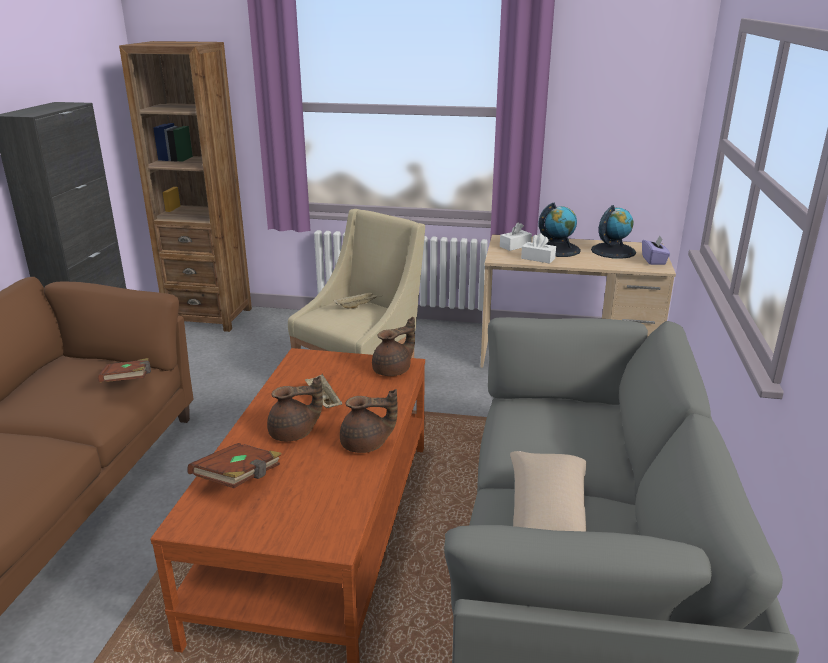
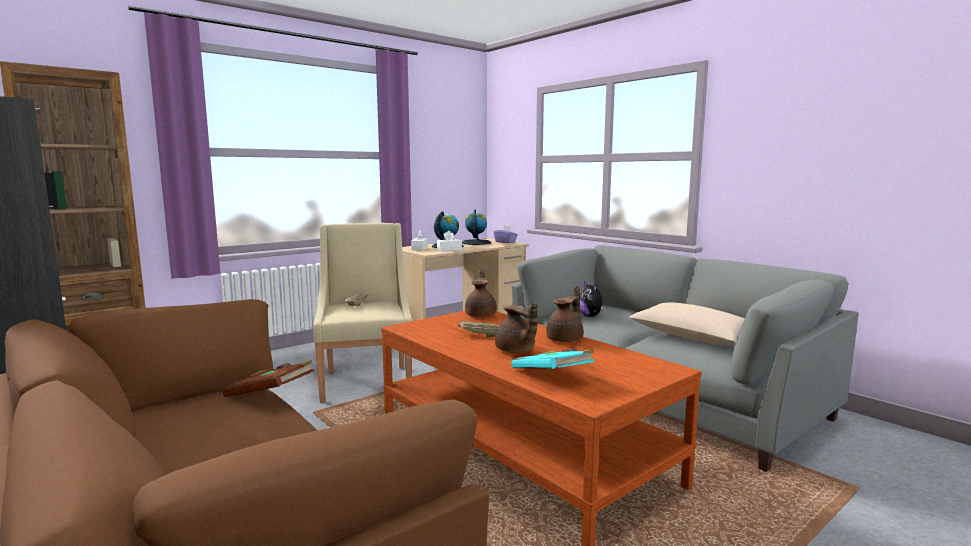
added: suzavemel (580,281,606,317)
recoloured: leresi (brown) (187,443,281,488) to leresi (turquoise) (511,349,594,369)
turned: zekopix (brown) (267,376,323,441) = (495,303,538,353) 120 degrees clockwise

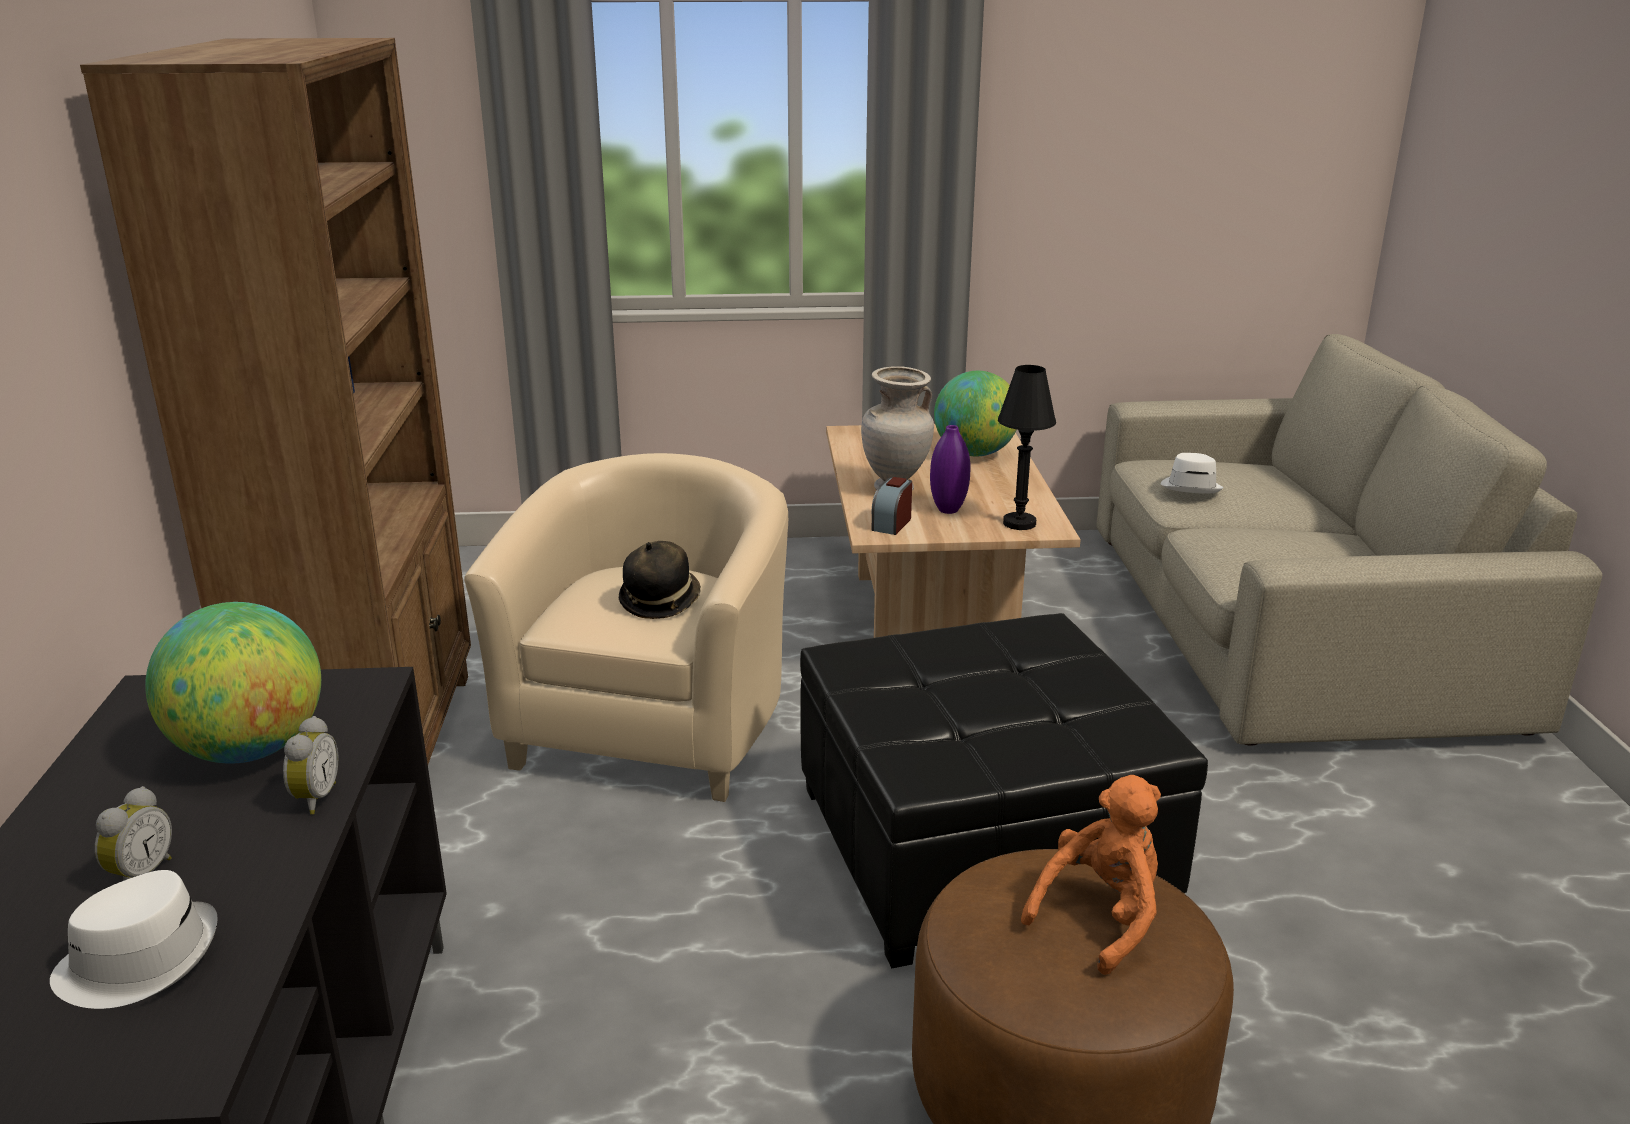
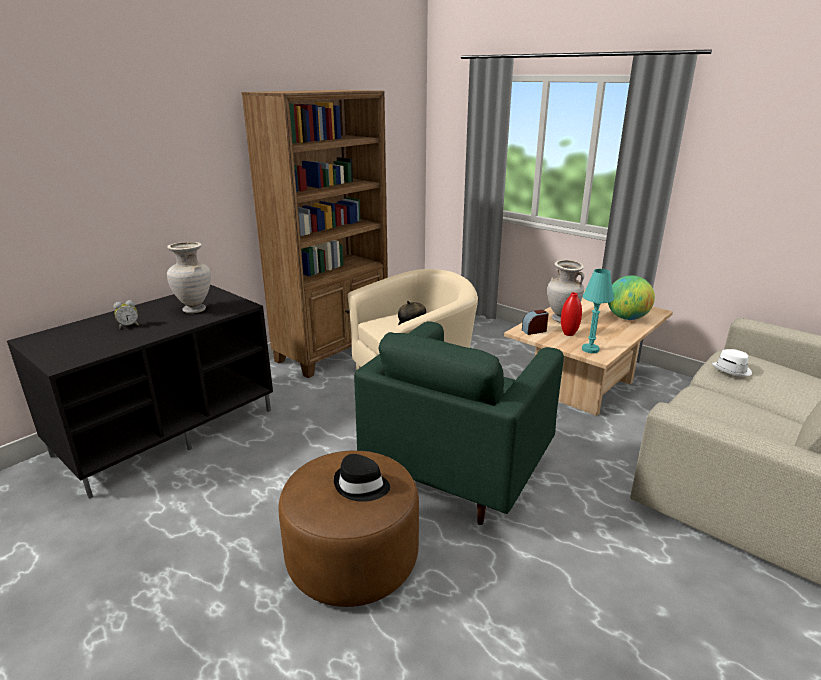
removed: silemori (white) (50,870,218,1009); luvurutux (283,716,339,815)
replaced: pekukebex (145,602,321,764) to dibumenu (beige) (167,242,211,313); suzavemel (orange) (1021,775,1161,975) to silemori (black) (334,454,390,502); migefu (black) (800,613,1208,968) to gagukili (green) (354,321,564,525)
recoloured: dibumenu (purple) (930,425,970,514) to dibumenu (red) (561,292,582,336); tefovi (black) (998,365,1056,530) to tefovi (turquoise) (582,269,614,353)

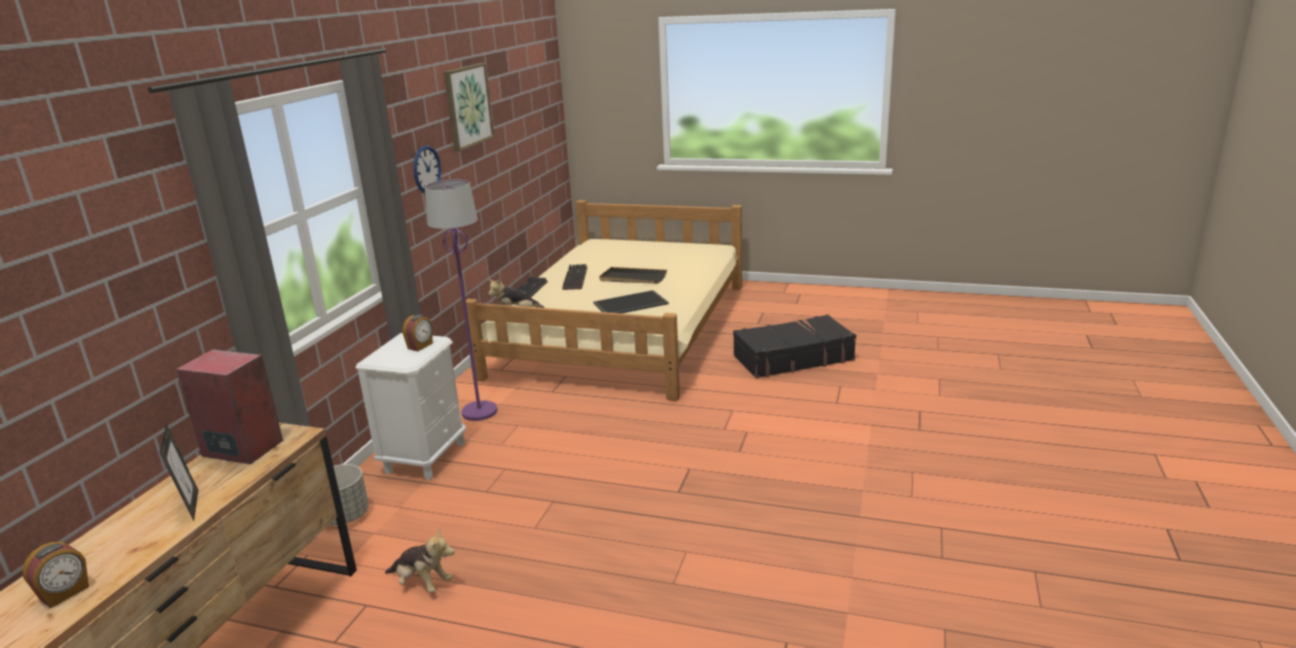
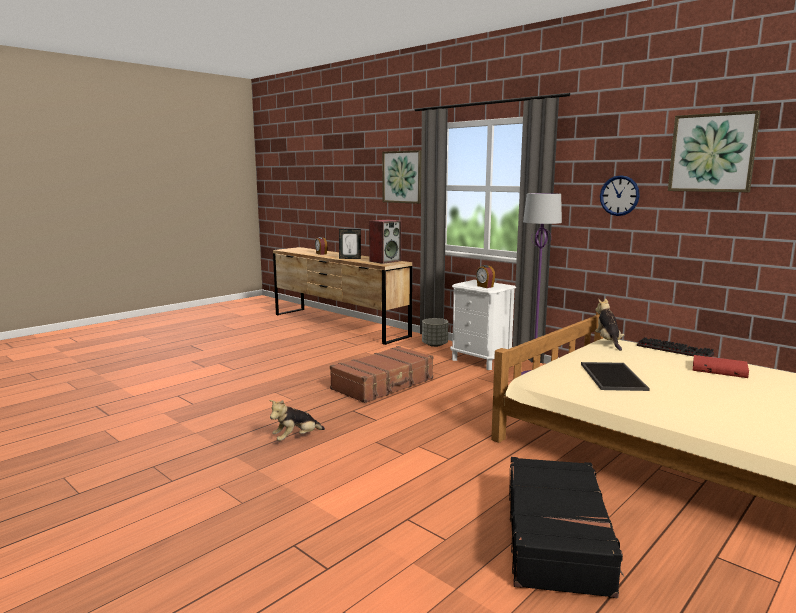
removed: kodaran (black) (599,267,667,284)
added: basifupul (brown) (330,346,433,403); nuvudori (382,150,421,204)
moved: suzavemel (385,528,454,593) to (269,400,325,441)
replaced: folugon (562,264,587,290) to leresi (red) (693,355,749,378)

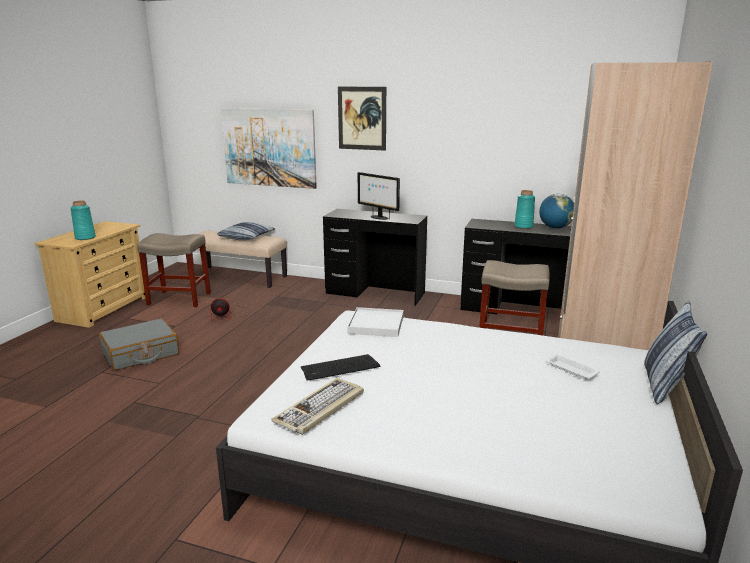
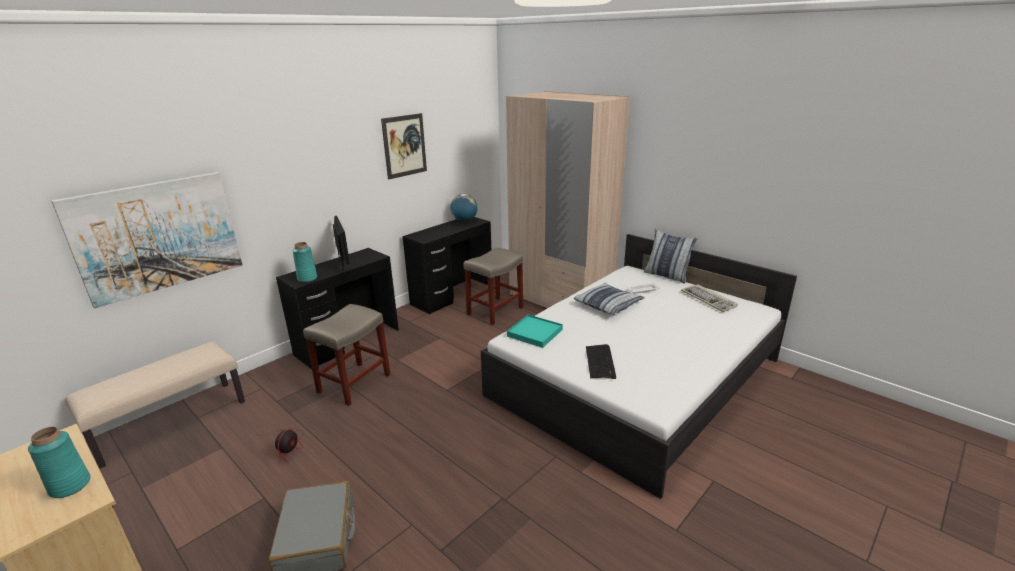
moved: dibumenu (turquoise) (514,190,535,229) to (292,242,317,282); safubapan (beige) (137,233,211,307) to (303,304,391,406); nuvudori (338,86,386,151) to (381,113,427,180); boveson (217,222,275,240) to (574,283,645,316); folugon (271,378,364,435) to (681,284,738,312)
recoloured: kodaran (white) (348,307,404,337) to kodaran (turquoise) (507,314,563,348)
turned: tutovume (358,172,400,220) = (333,216,351,270) 90 degrees counterclockwise

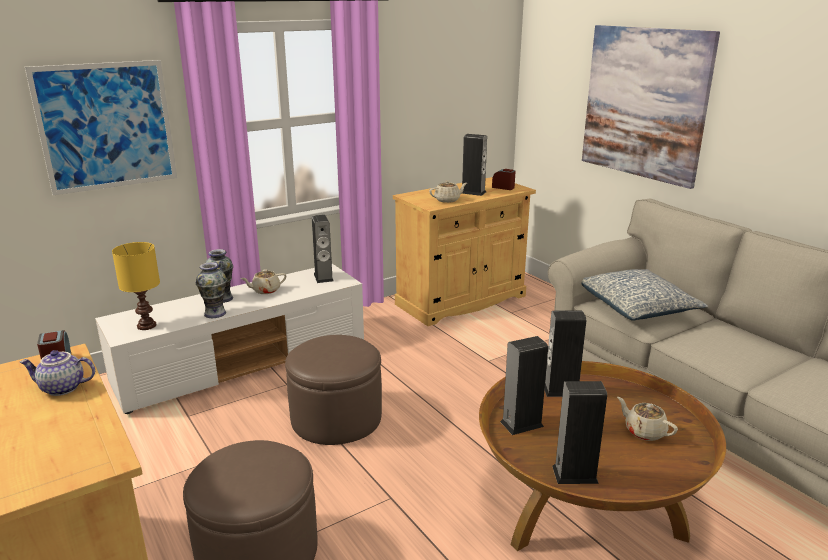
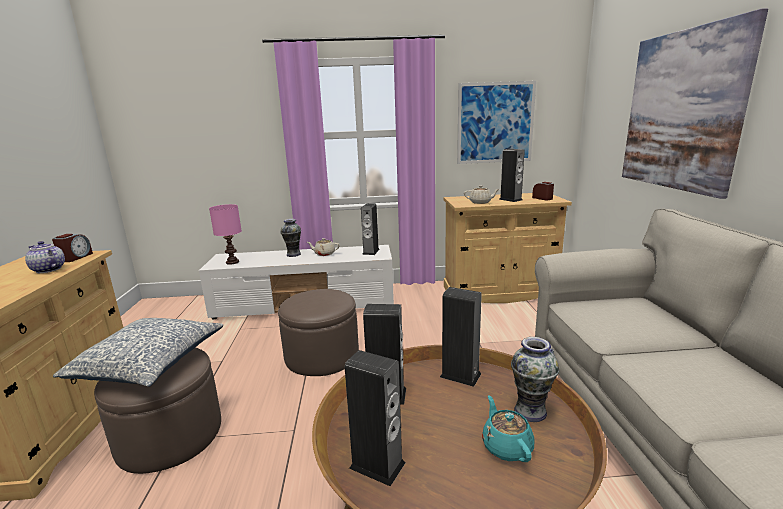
moved: boveson (581,269,708,321) to (53,318,223,387); nuvudori (25,60,177,195) to (457,81,536,164); dibumenu (196,262,227,318) to (511,337,559,422)
recoloured: tefovi (yellow) (112,242,160,330) to tefovi (pink) (209,204,242,265); zekopix (beige) (617,397,678,441) to zekopix (turquoise) (482,395,534,462)

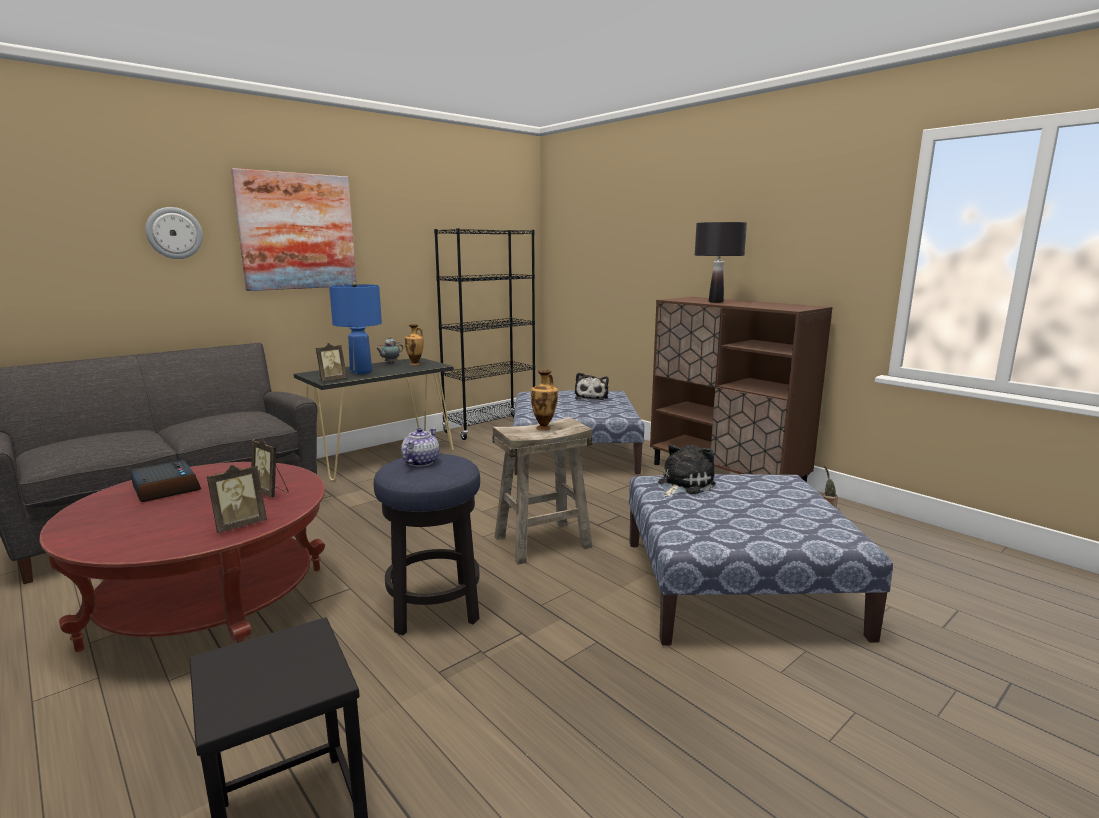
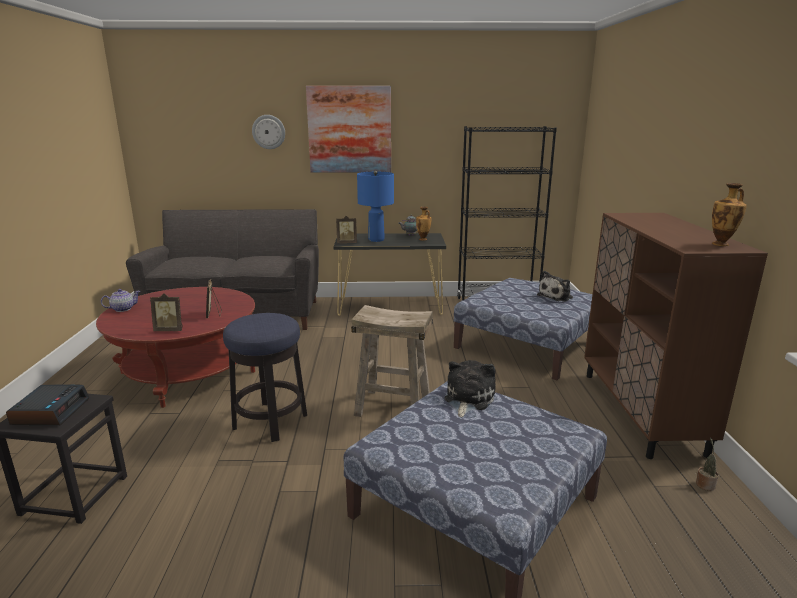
removed: tefovi (black) (695,222,747,303)
moved: luvurutux (130,460,201,502) to (6,384,90,425); zekopix (401,428,439,466) to (101,289,140,312); dibumenu (531,369,558,430) to (712,183,747,246)
turned: suzavemel (658,444,716,497) = (445,360,496,417) 60 degrees counterclockwise

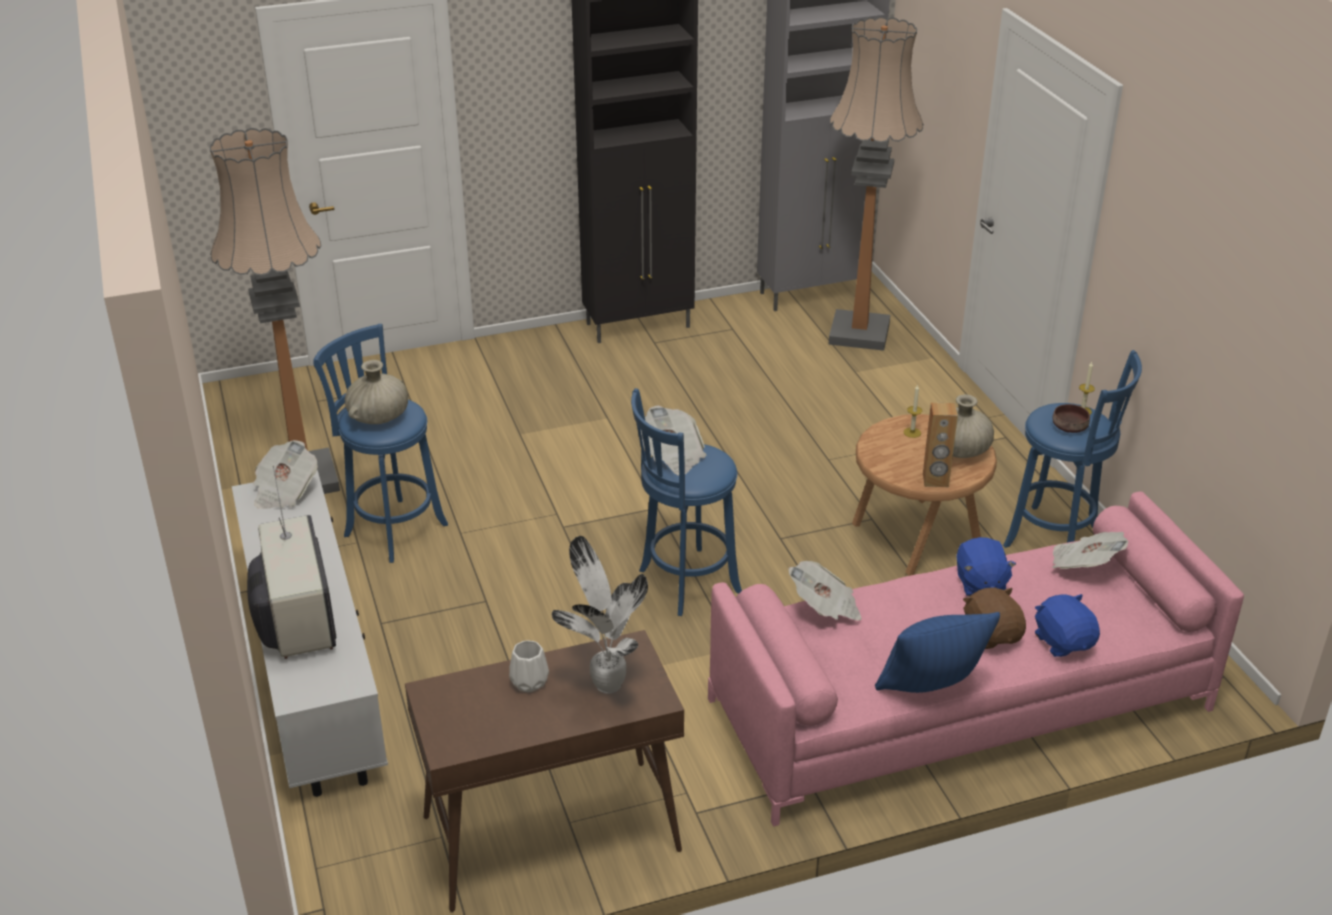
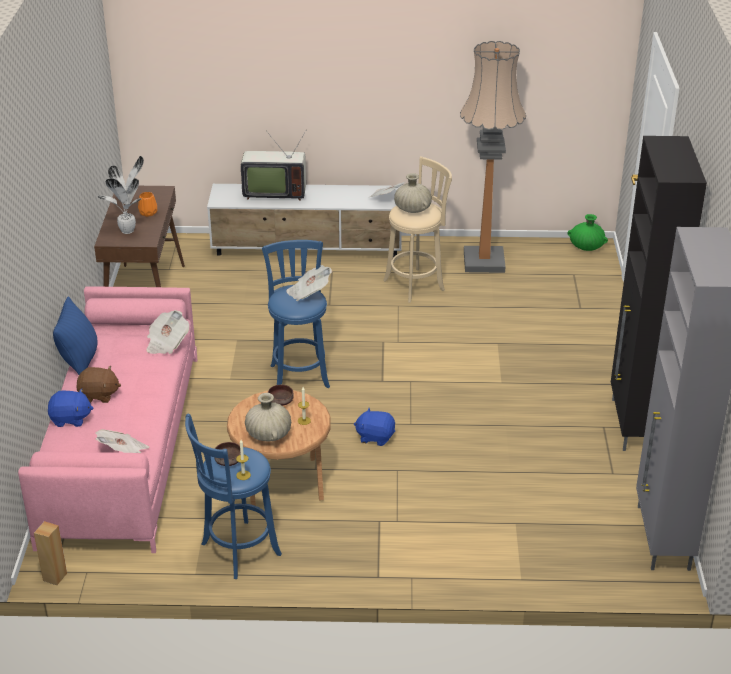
removed: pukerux (829,16,924,351)
added: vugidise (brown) (268,385,294,406); dibumenu (green) (568,214,608,251)
moved: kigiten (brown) (923,403,958,487) to (34,521,67,585); suzavemel (blue) (956,537,1016,596) to (354,408,395,446)
recoloured: dibumenu (white) (509,640,549,692) to dibumenu (orange) (138,192,157,217); safubapan (blue) (313,324,448,563) to safubapan (beige) (383,156,452,303)

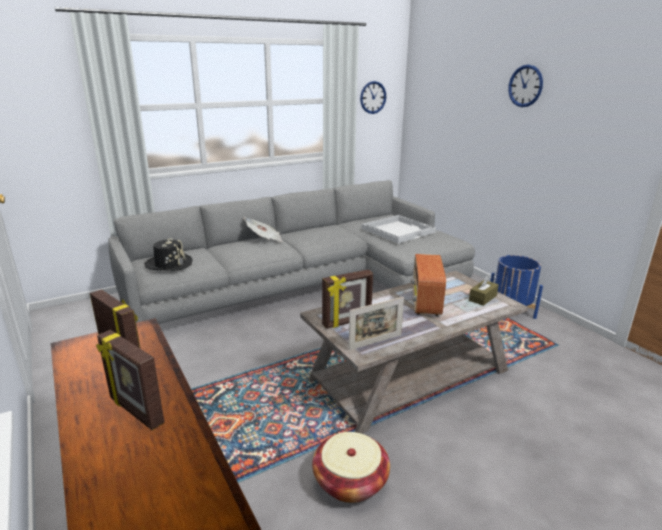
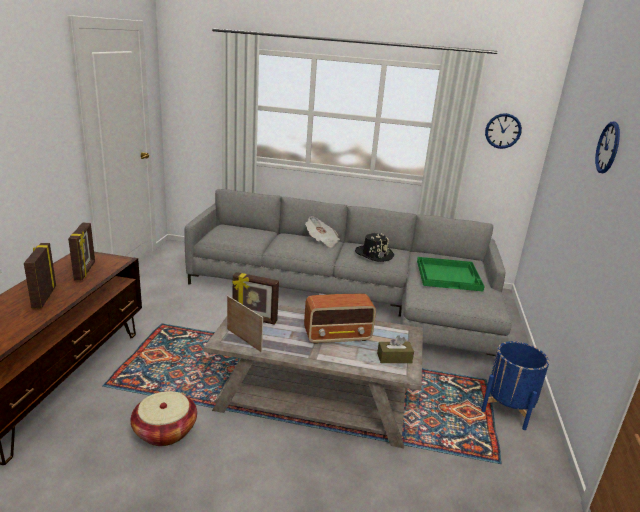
moved: silemori (black) (145,238,192,271) to (355,233,394,262)
recoloured: kodaran (white) (362,215,436,244) to kodaran (green) (417,257,485,291)
turned: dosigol (349,297,404,350) = (227,295,263,353) 150 degrees counterclockwise; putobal (411,254,446,316) = (304,294,376,344) 150 degrees counterclockwise

